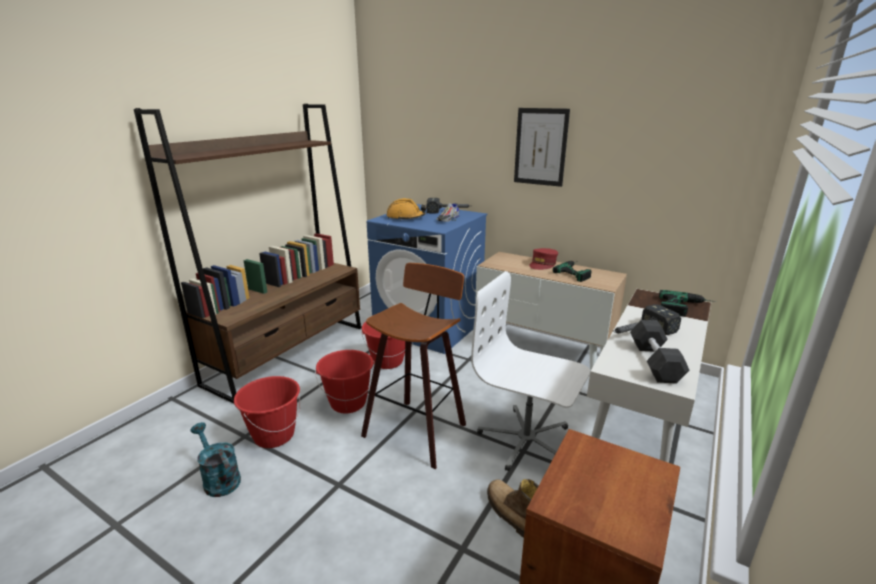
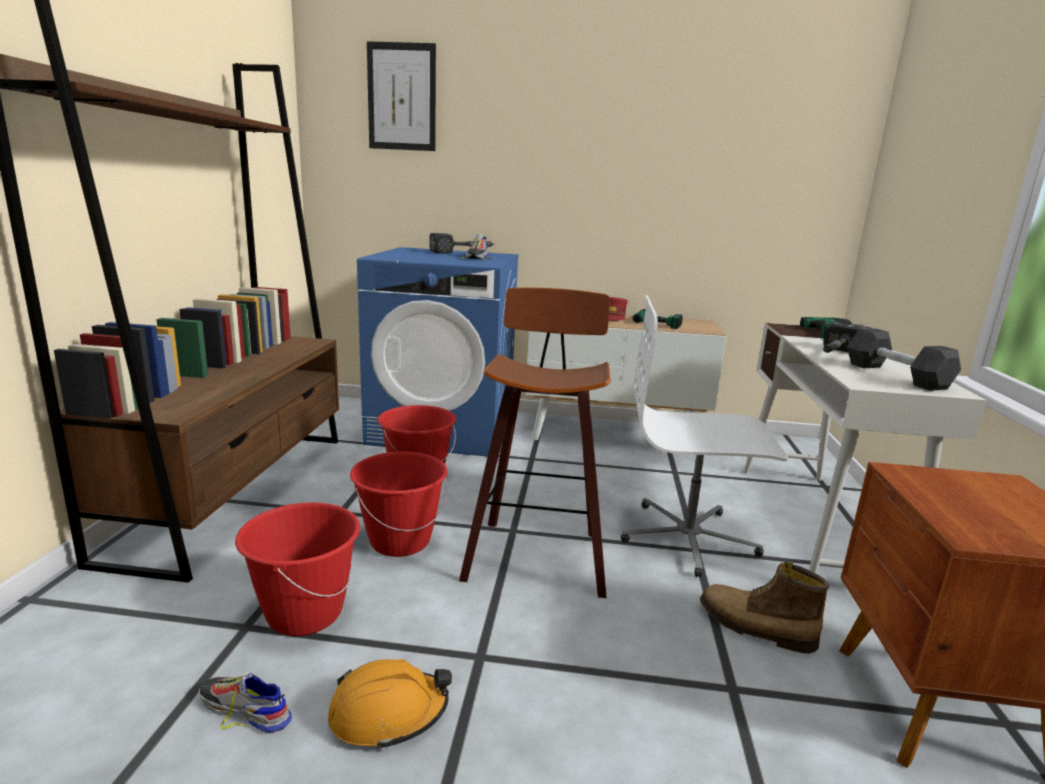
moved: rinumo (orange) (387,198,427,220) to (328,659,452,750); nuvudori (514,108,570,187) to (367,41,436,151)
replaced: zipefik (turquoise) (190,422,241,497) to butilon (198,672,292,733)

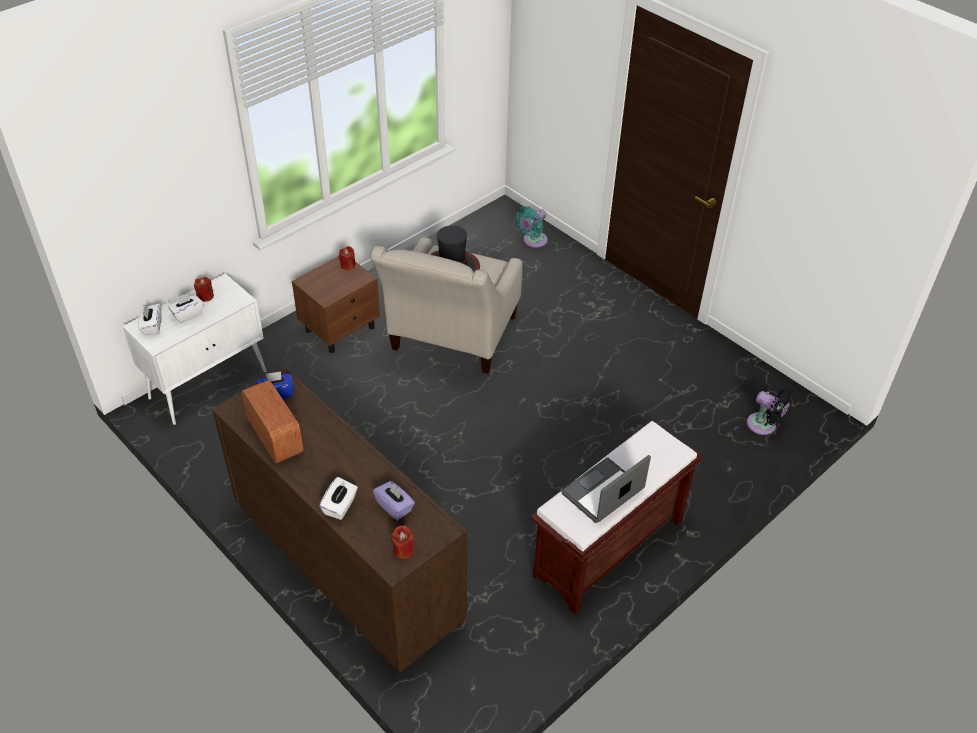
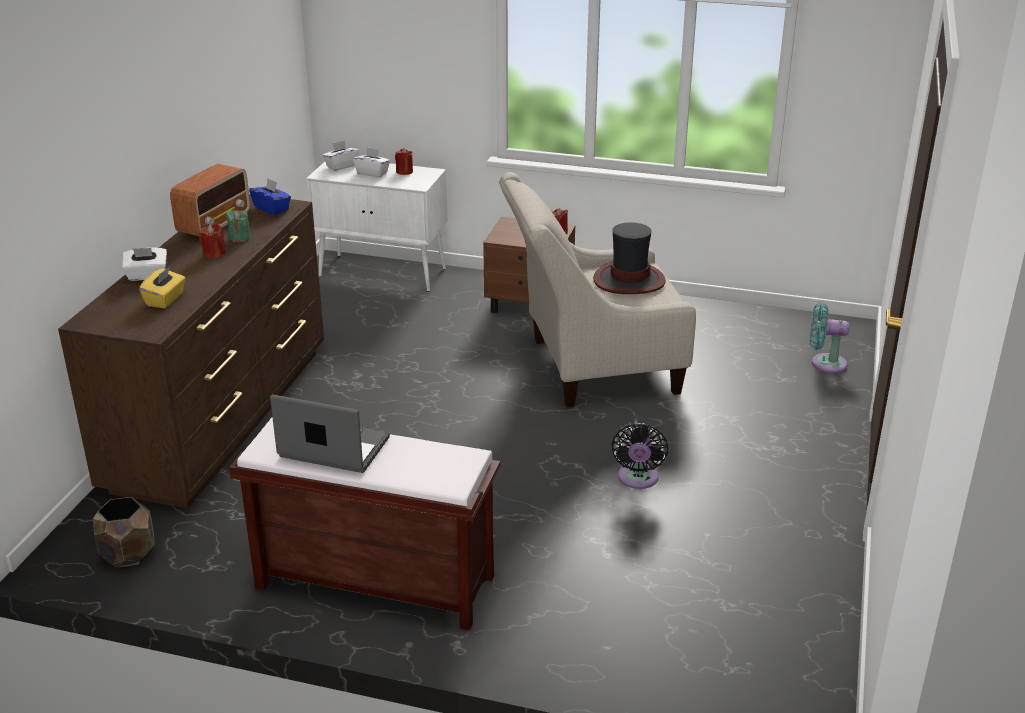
added: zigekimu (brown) (93,497,155,568); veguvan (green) (226,210,251,243)
moved: veguvan (red) (391,526,414,559) to (199,224,226,259); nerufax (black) (747,389,793,435) to (612,423,668,489)
recoloured: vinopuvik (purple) (373,481,415,521) to vinopuvik (yellow) (139,267,185,308)

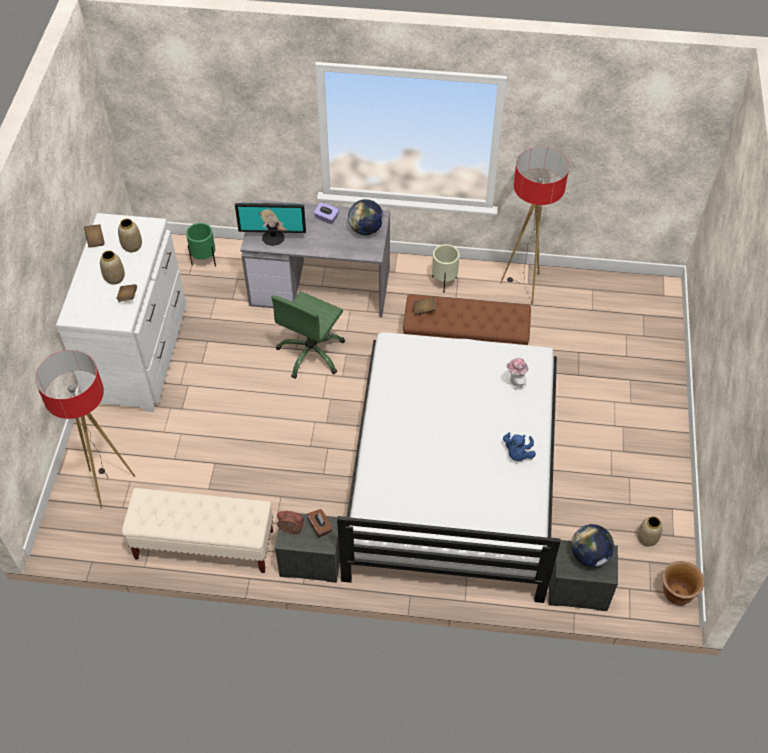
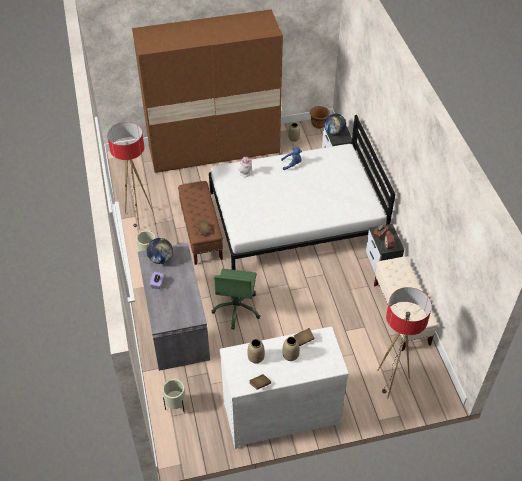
removed: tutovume (235,203,306,246)
added: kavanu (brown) (132,9,283,173)
recoloured: zigekimu (green) (186,223,216,267) to zigekimu (beige) (163,379,186,413)
turned: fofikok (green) (271,291,345,379) = (211,269,261,330) 90 degrees clockwise

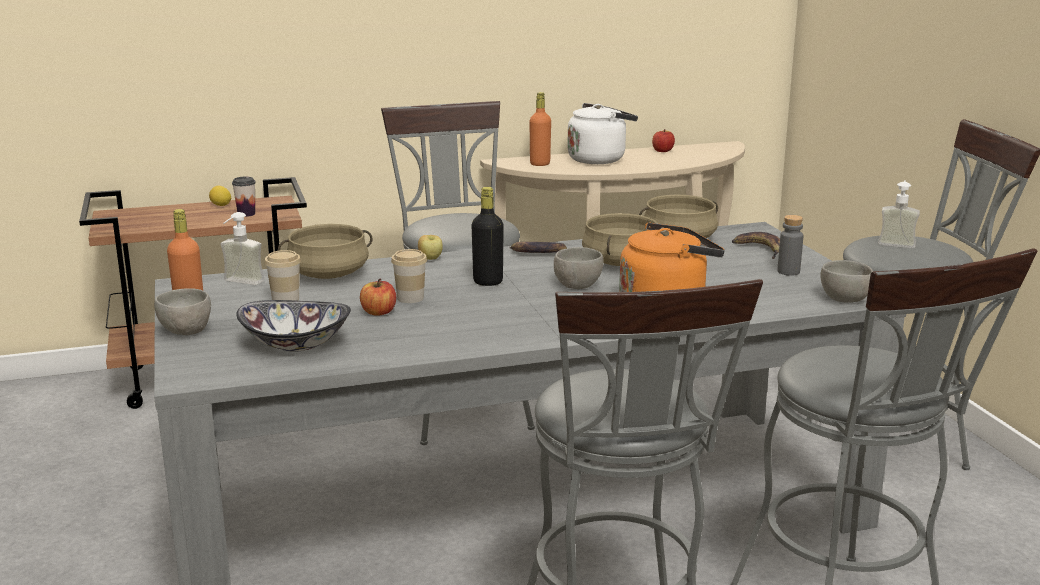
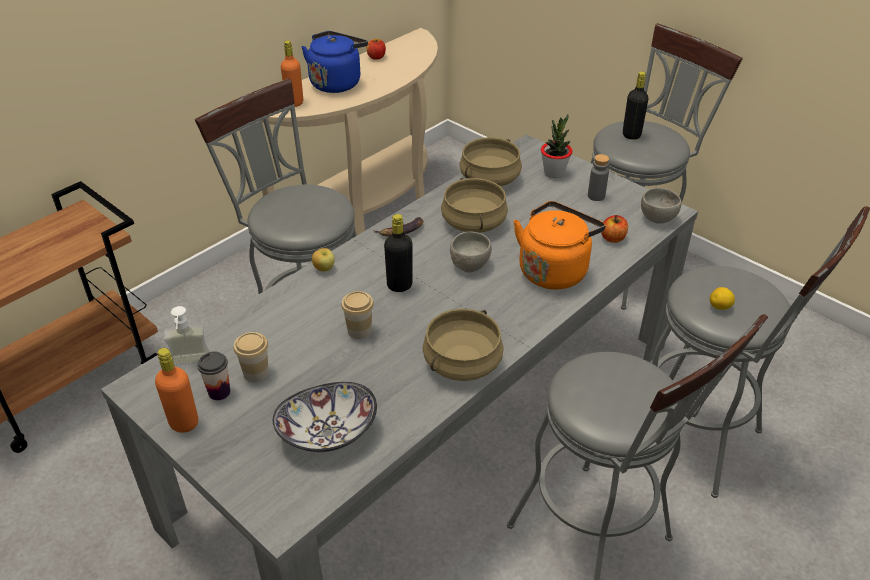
removed: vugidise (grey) (154,288,211,335)
moved: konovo (232,177,256,217) to (197,351,230,400); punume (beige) (278,224,373,279) to (422,309,504,381); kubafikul (360,278,396,316) to (601,215,628,243); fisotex (209,186,231,206) to (710,287,735,310)
replaced: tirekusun (732,232,780,259) to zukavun (541,114,572,178); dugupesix (878,180,920,248) to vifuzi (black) (623,71,649,140)
recoloured: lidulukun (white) (567,103,638,164) to lidulukun (blue) (302,31,368,93)

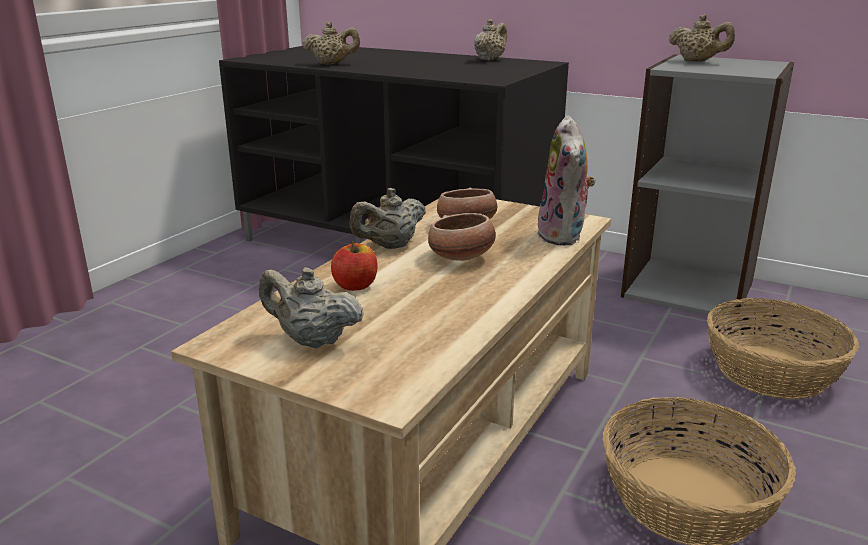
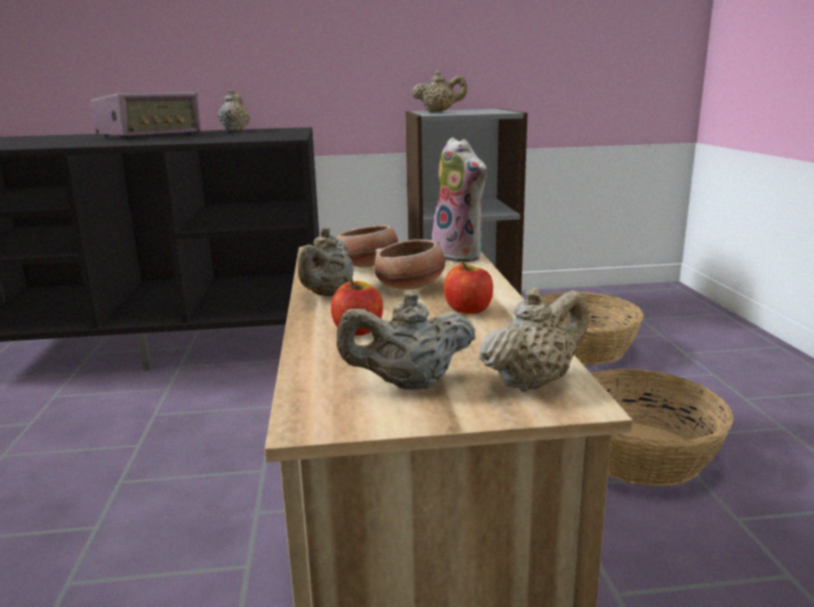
added: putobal (91,92,201,138); kubafikul (444,262,493,314)
moved: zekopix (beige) (302,22,360,64) to (479,288,589,392)

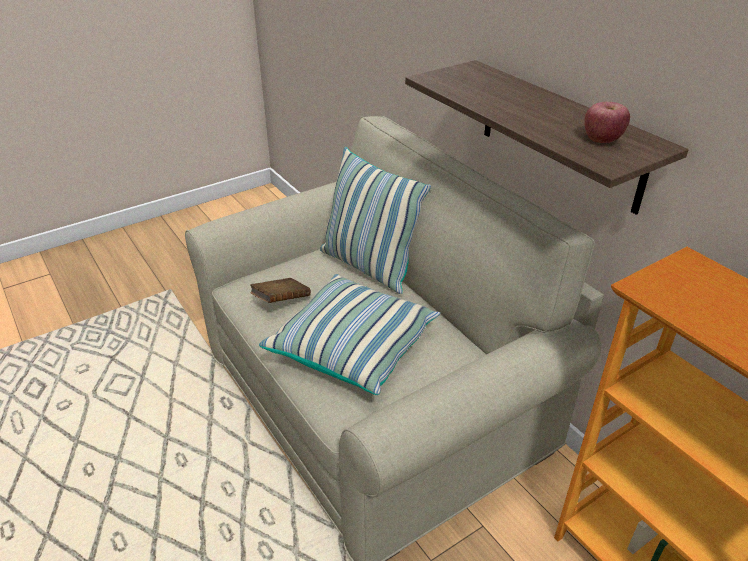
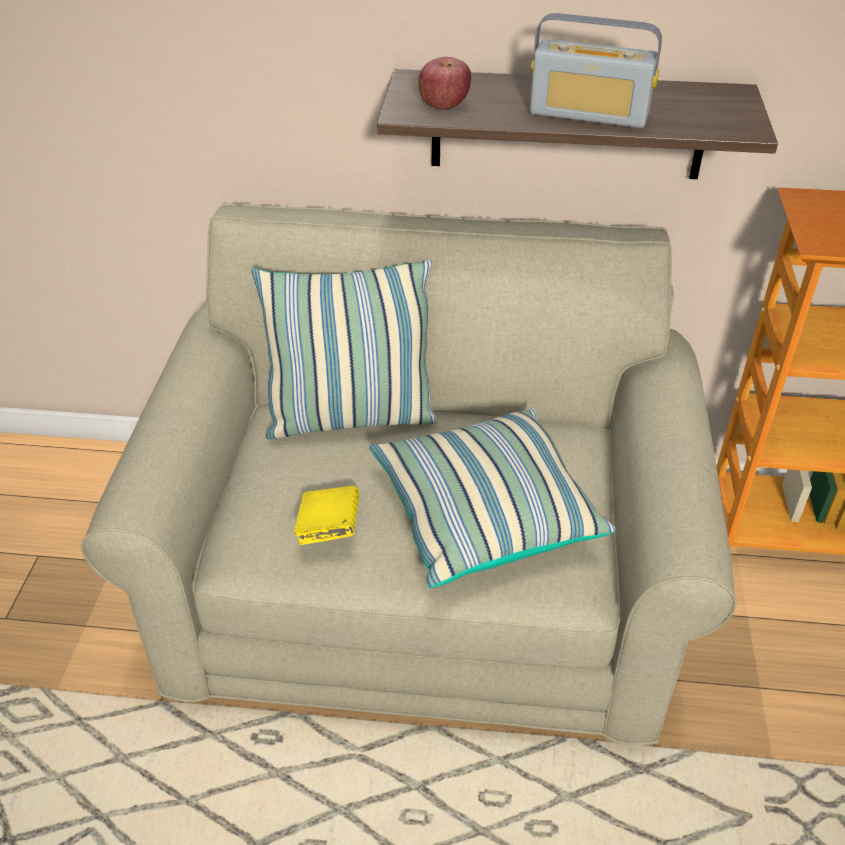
added: putobal (530,13,662,128)
moved: kubafikul (585,102,630,143) to (418,57,471,110)
recoloured: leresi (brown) (250,278,311,303) to leresi (yellow) (294,486,359,545)

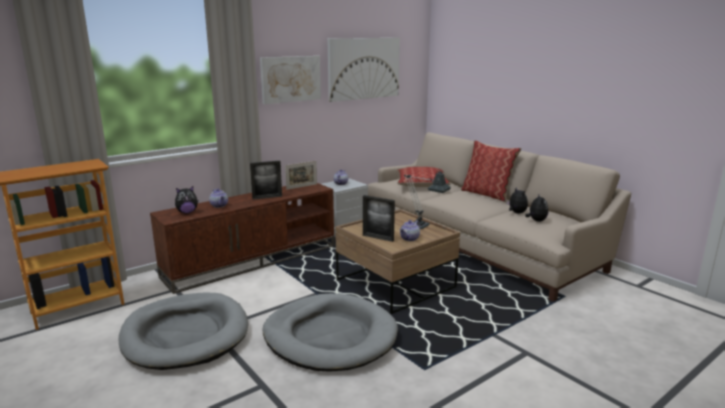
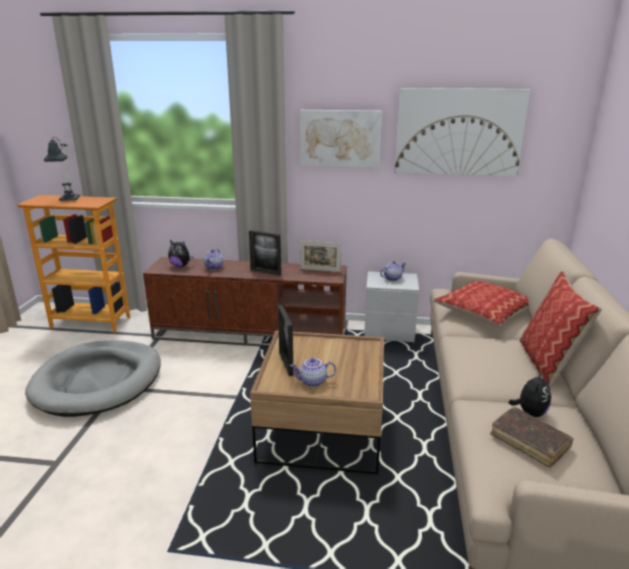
removed: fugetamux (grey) (263,293,398,372)
moved: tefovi (404,169,451,229) to (43,137,80,201)
replaced: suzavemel (525,193,548,222) to leresi (brown) (490,407,573,468)

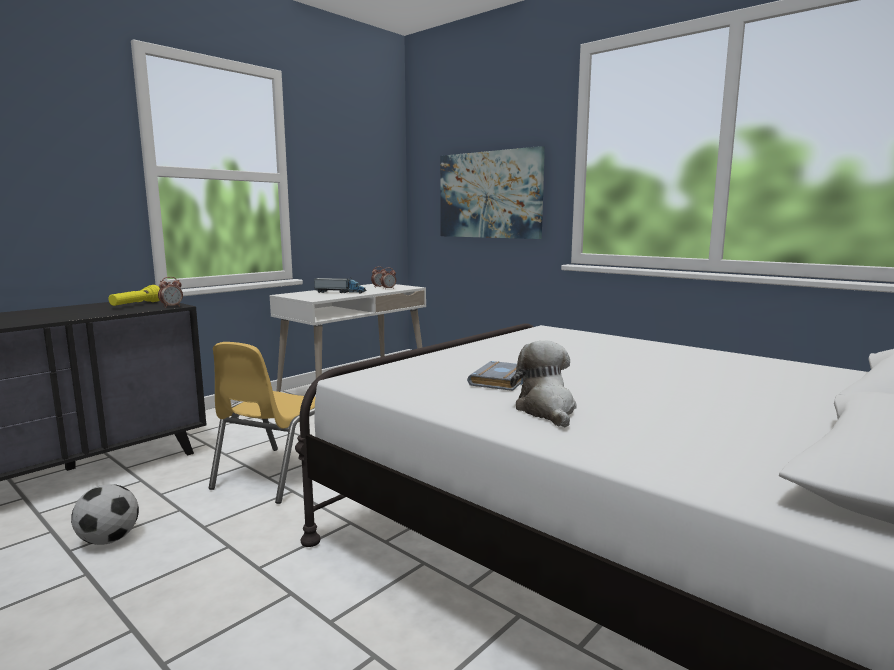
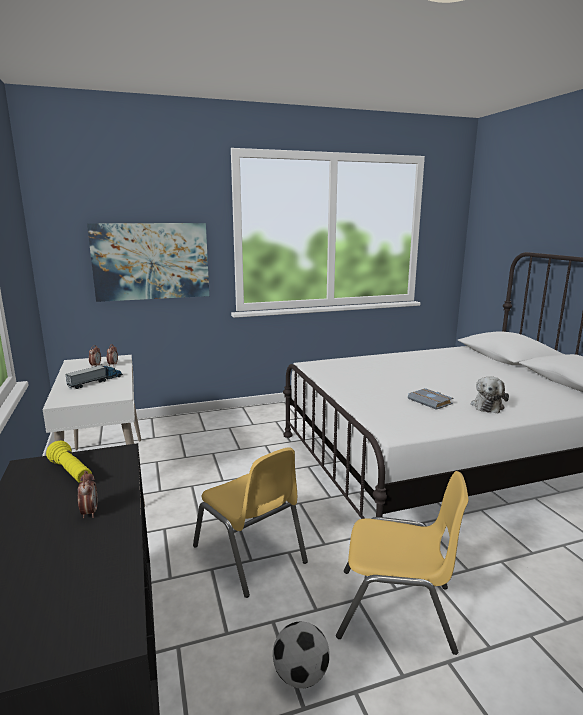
added: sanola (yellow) (336,471,468,655)
moved: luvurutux (158,277,183,308) to (78,471,97,518)
turned: suzavemel (510,341,577,427) = (471,376,509,414) 90 degrees counterclockwise

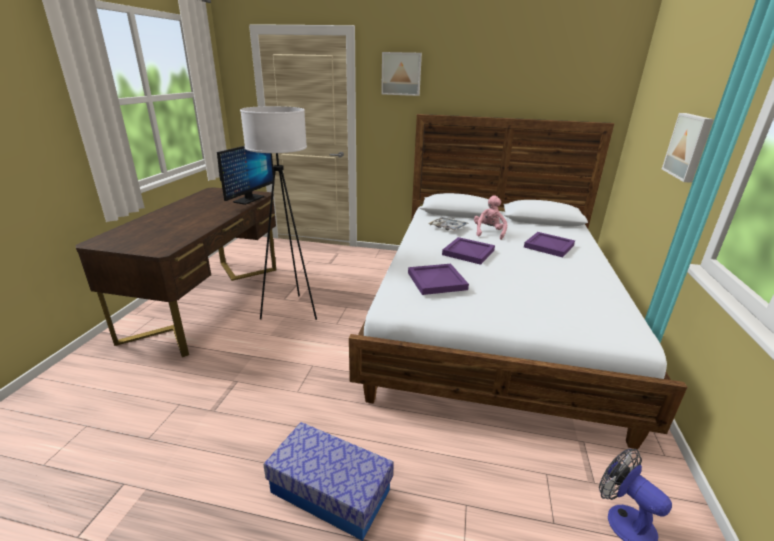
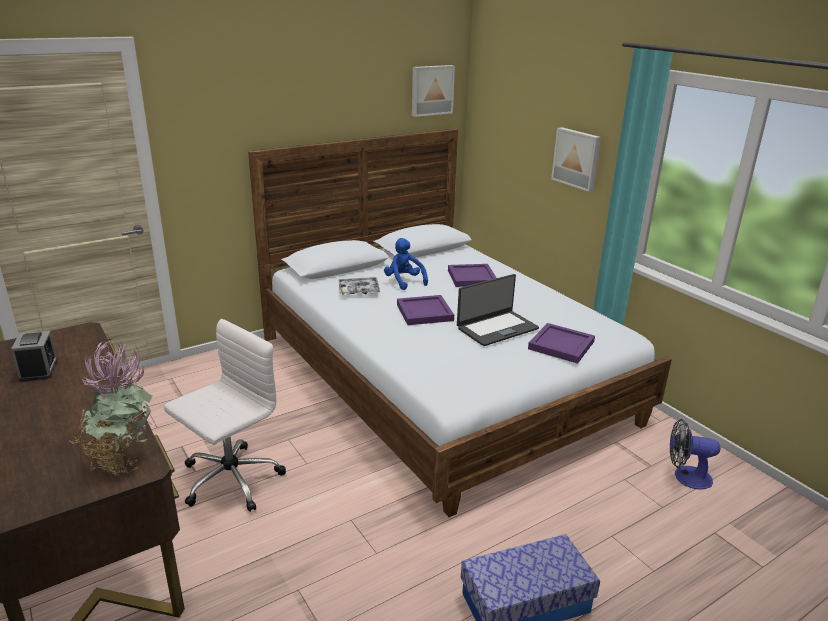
removed: tutovume (217,146,275,205)
added: luvurutux (11,331,58,382); zukavun (70,338,155,477); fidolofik (457,274,539,346)
moved: nuvudori (381,52,422,96) to (412,65,455,117); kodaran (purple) (408,264,469,295) to (528,323,595,364)
replaced: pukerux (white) (240,106,317,320) to fofikok (white) (164,319,286,512)
recoloured: suzavemel (pink) (474,195,507,240) to suzavemel (blue) (384,238,428,290)

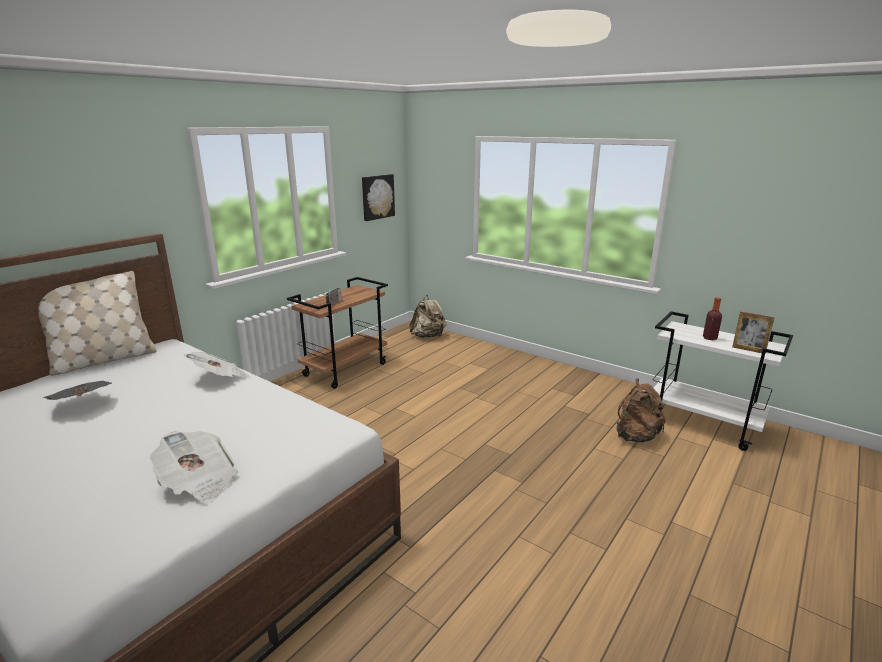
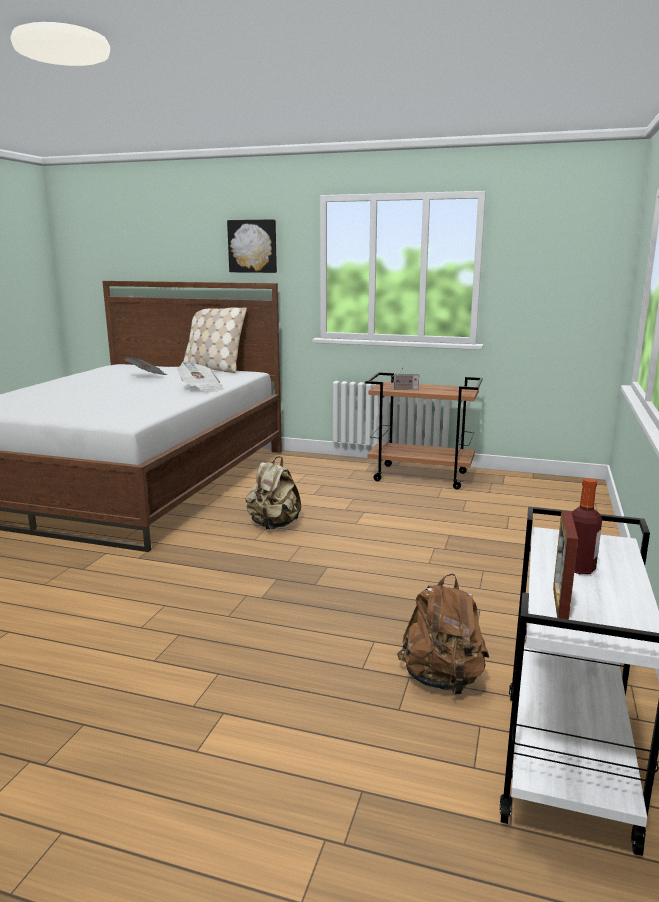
removed: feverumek (150,431,238,503)
moved: nuvudori (362,174,395,221) to (227,219,277,273); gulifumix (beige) (409,295,447,338) to (246,456,301,529)

